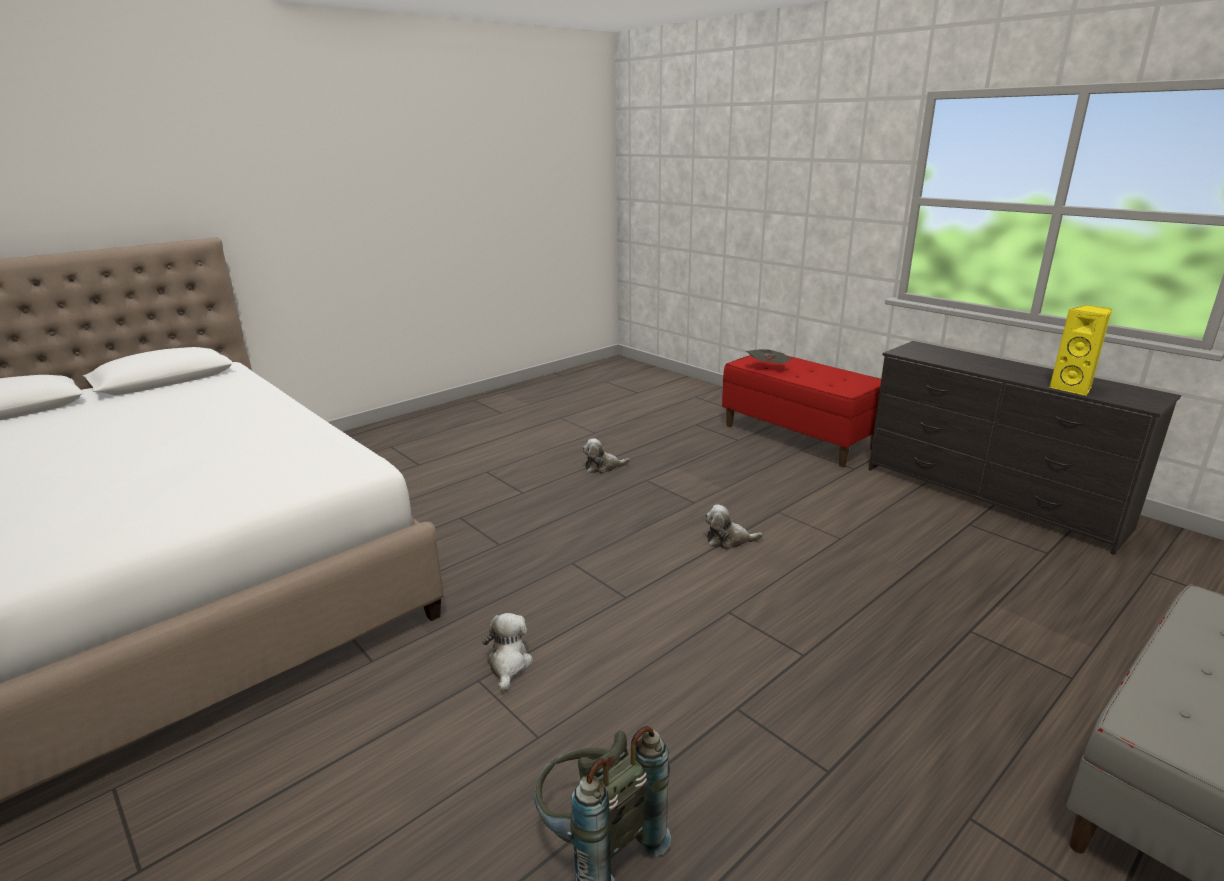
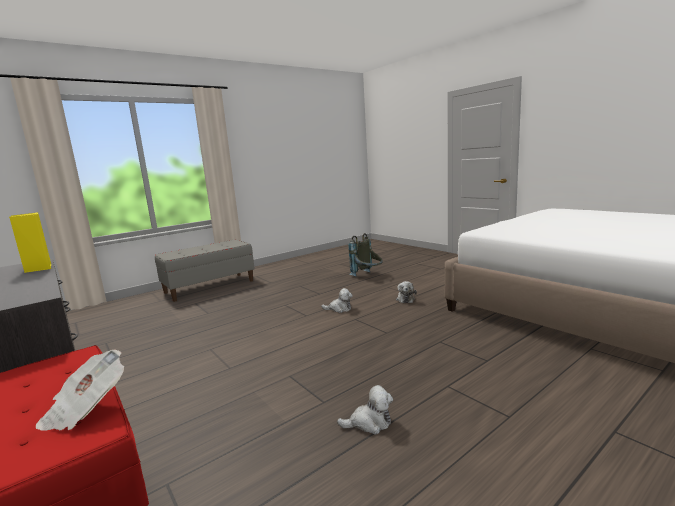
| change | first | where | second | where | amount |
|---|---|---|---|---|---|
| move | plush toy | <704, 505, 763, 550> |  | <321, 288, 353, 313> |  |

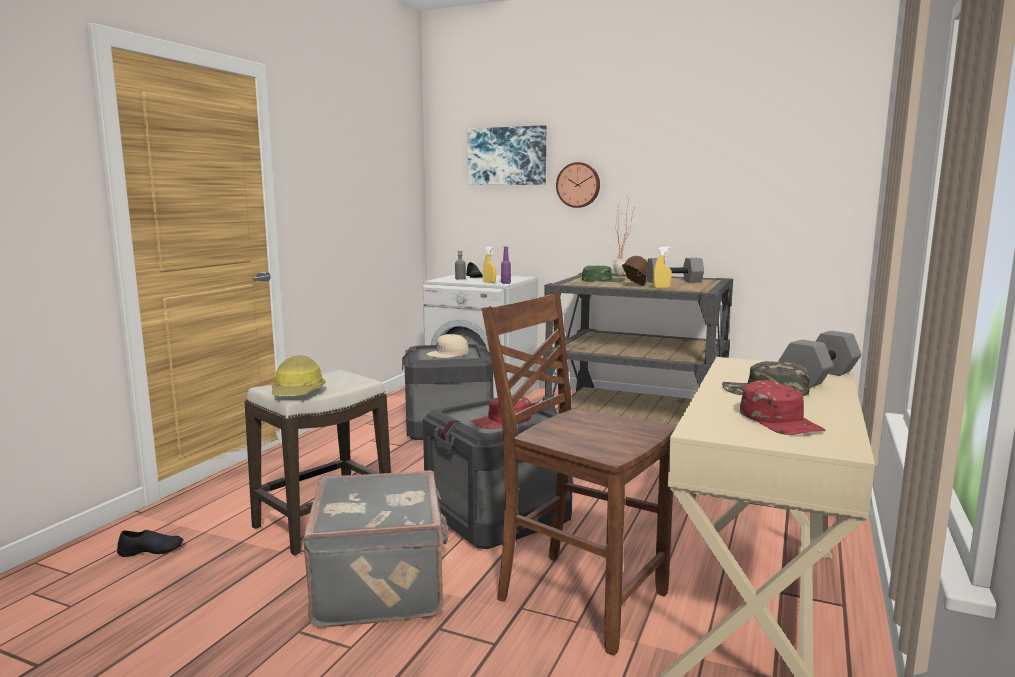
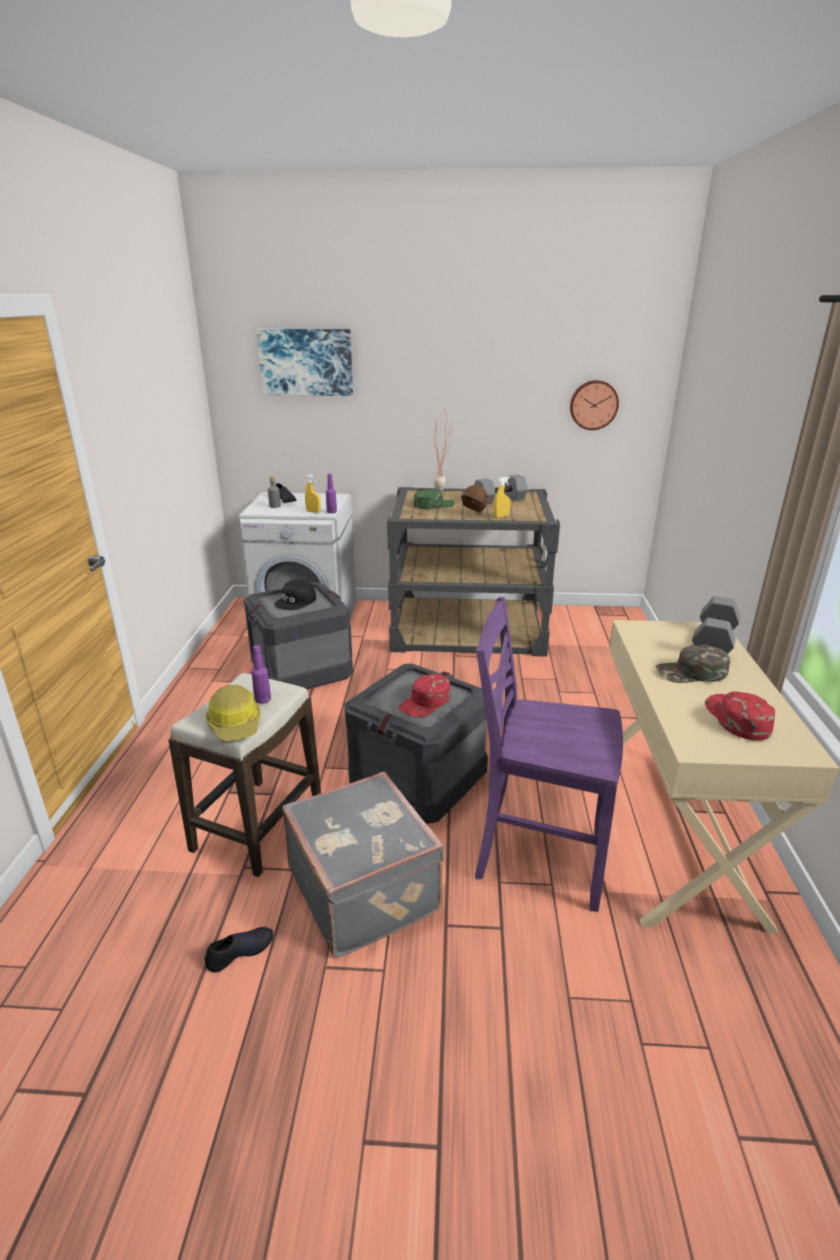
| change | first | where | second | where | amount |
|---|---|---|---|---|---|
| move | black shoe | <117, 530, 184, 557> |  | <204, 927, 273, 973> |  |
| insert |  |  | purple bottle | <251, 645, 271, 704> |  |
| recolor | beige cap | <427, 334, 469, 358> | black cap | <274, 580, 316, 610> |  |
| recolor | brown chair | <482, 292, 676, 655> | purple chair | <475, 597, 623, 912> |  |
| move | wall clock | <556, 162, 600, 208> |  | <570, 380, 619, 430> |  |
| rotate | red cap | <740, 380, 826, 435> |  | <705, 691, 775, 741> | 150 degrees counterclockwise |

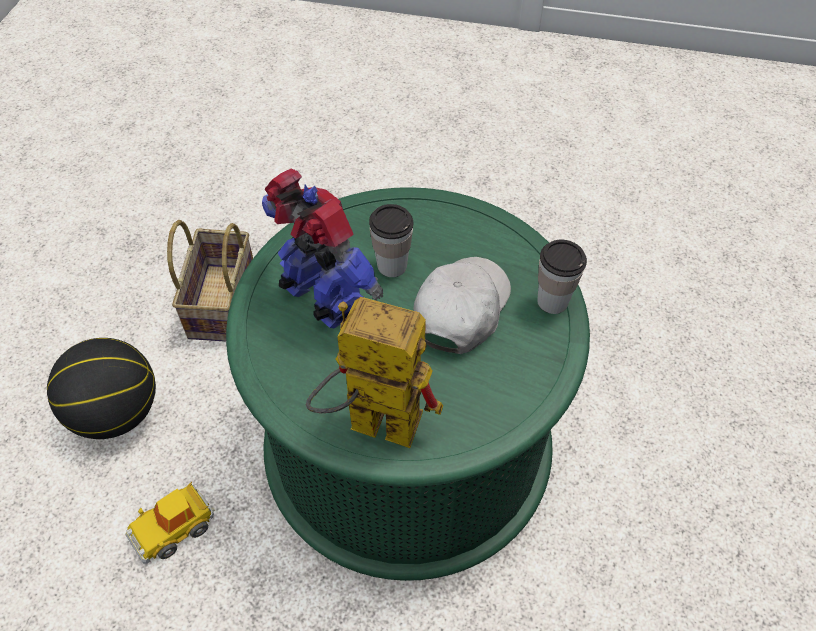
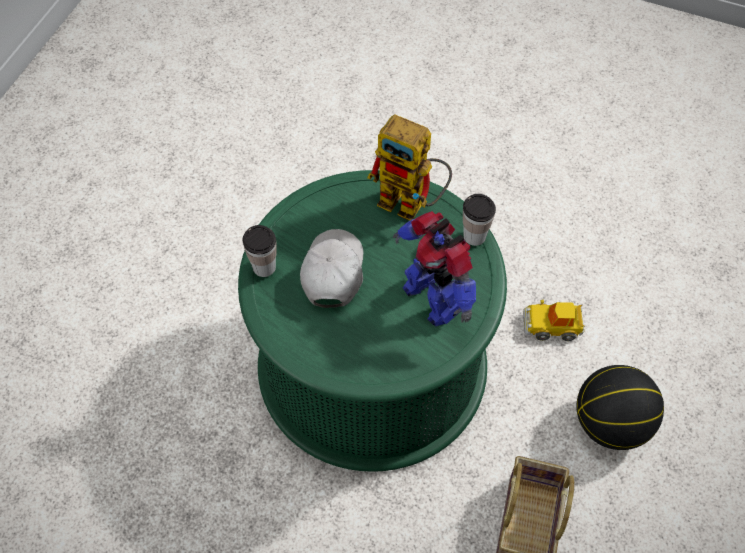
| change | first | where | second | where | amount |
|---|---|---|---|---|---|
| rotate | white cap | <414, 257, 511, 354> |  | <300, 229, 363, 308> | 150 degrees clockwise |
| move | cup | <369, 204, 413, 277> |  | <463, 194, 496, 246> |  |
| rotate | toy car | <126, 482, 214, 564> |  | <523, 300, 585, 341> | 150 degrees counterclockwise |

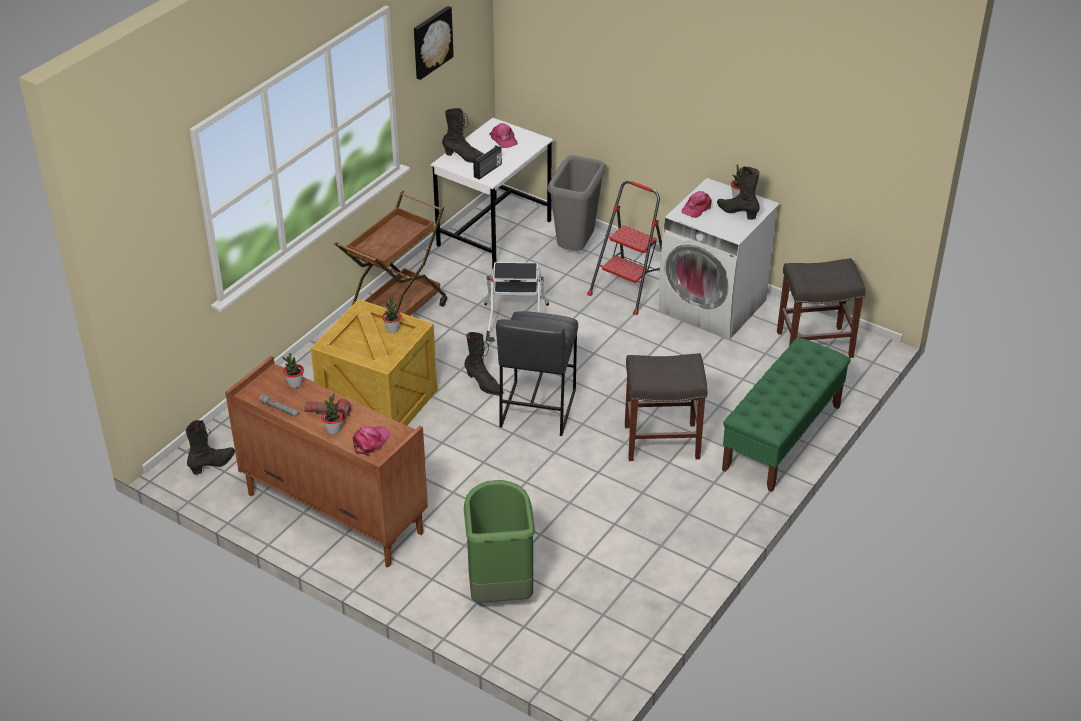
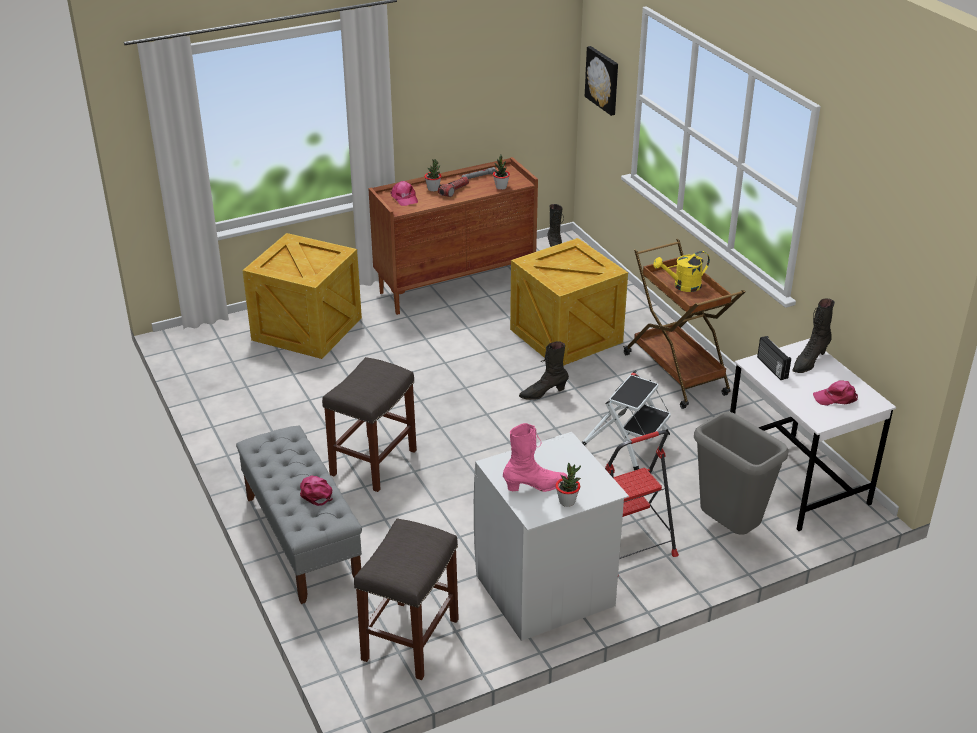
| change | first | where | second | where | amount |
|---|---|---|---|---|---|
| recolor | green bench | <722, 337, 851, 492> | grey bench | <236, 426, 362, 604> |  |
| replace | green trash can | <464, 480, 535, 603> | crate | <242, 233, 362, 359> |  |
| move | pink cap | <682, 191, 712, 218> |  | <300, 476, 333, 506> |  |
| recolor | black boot | <717, 167, 760, 220> | pink boot | <503, 423, 567, 492> |  |
| move | picture | <414, 6, 454, 80> |  | <585, 46, 618, 116> |  |
| insert |  |  | yellow watering can | <653, 251, 710, 292> |  |
| delete | potted plant | <382, 295, 401, 333> |  |  |  |
| delete | grey stool | <496, 311, 578, 436> |  |  |  |

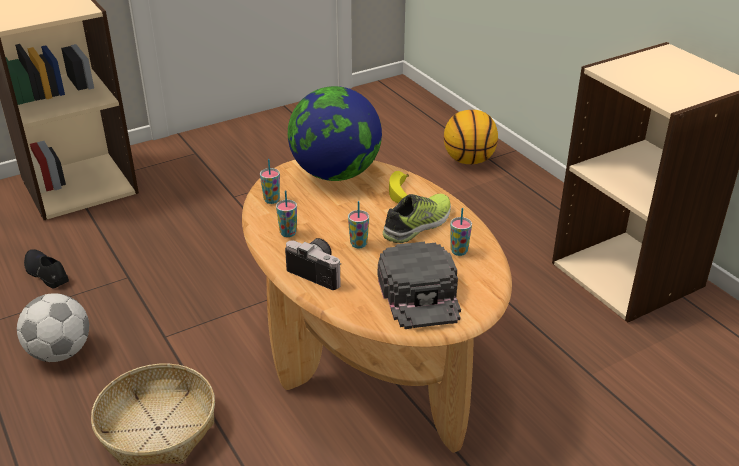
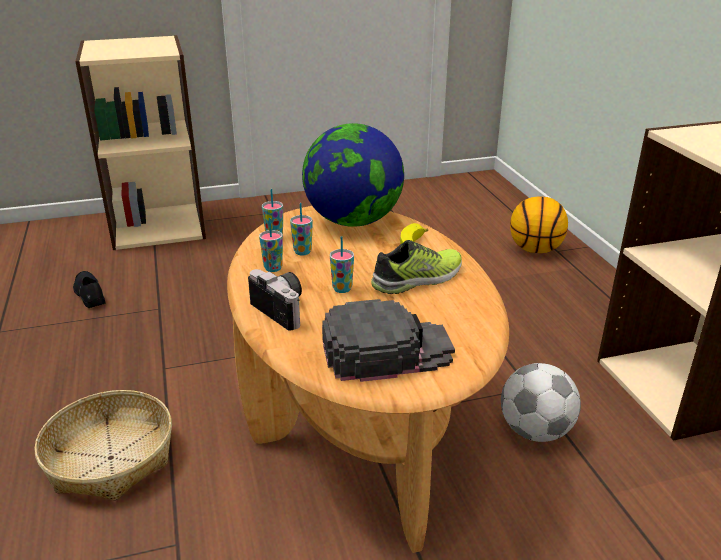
| change | first | where | second | where | amount |
|---|---|---|---|---|---|
| move | cup | <450, 208, 472, 256> |  | <290, 203, 313, 256> |  |
| rotate | black cap | <378, 242, 461, 329> |  | <322, 299, 455, 382> | 105 degrees counterclockwise |
| move | football | <17, 293, 89, 362> |  | <501, 363, 581, 442> |  |

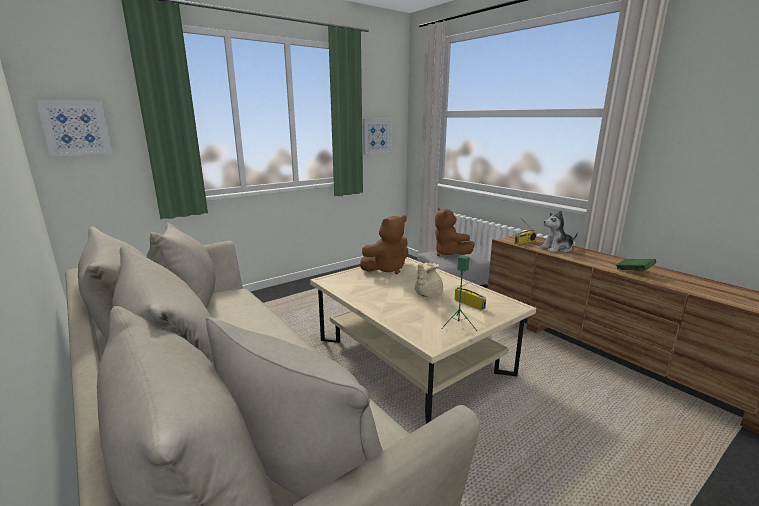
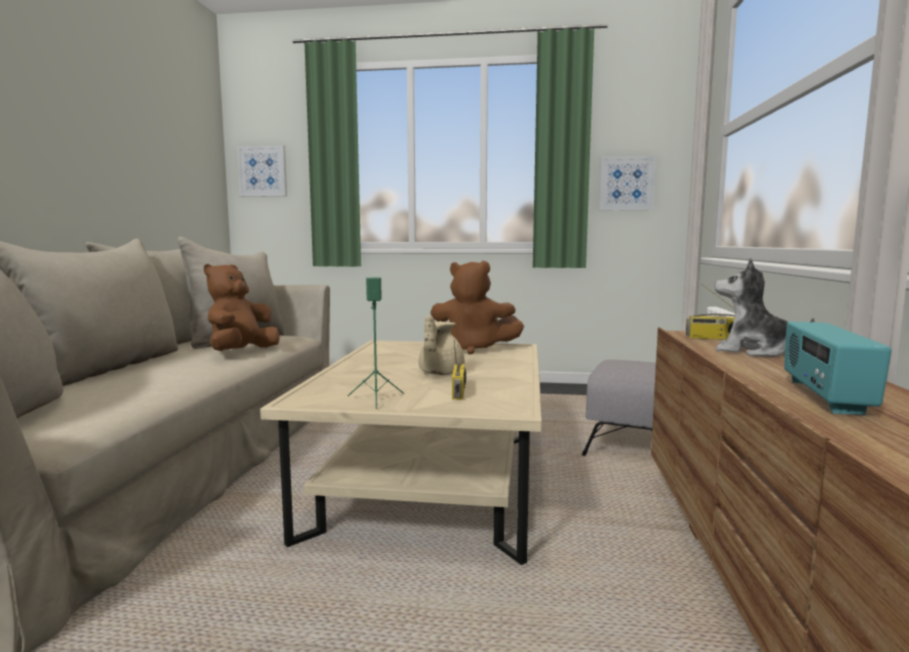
| change | first | where | second | where | amount |
|---|---|---|---|---|---|
| move | brown plush toy | <435, 208, 475, 256> |  | <204, 264, 280, 351> |  |
| rotate | beige teapot | <415, 262, 443, 297> |  | <418, 315, 465, 375> | 60 degrees counterclockwise |
| replace | green book | <616, 259, 656, 271> | radio | <784, 321, 892, 415> |  |

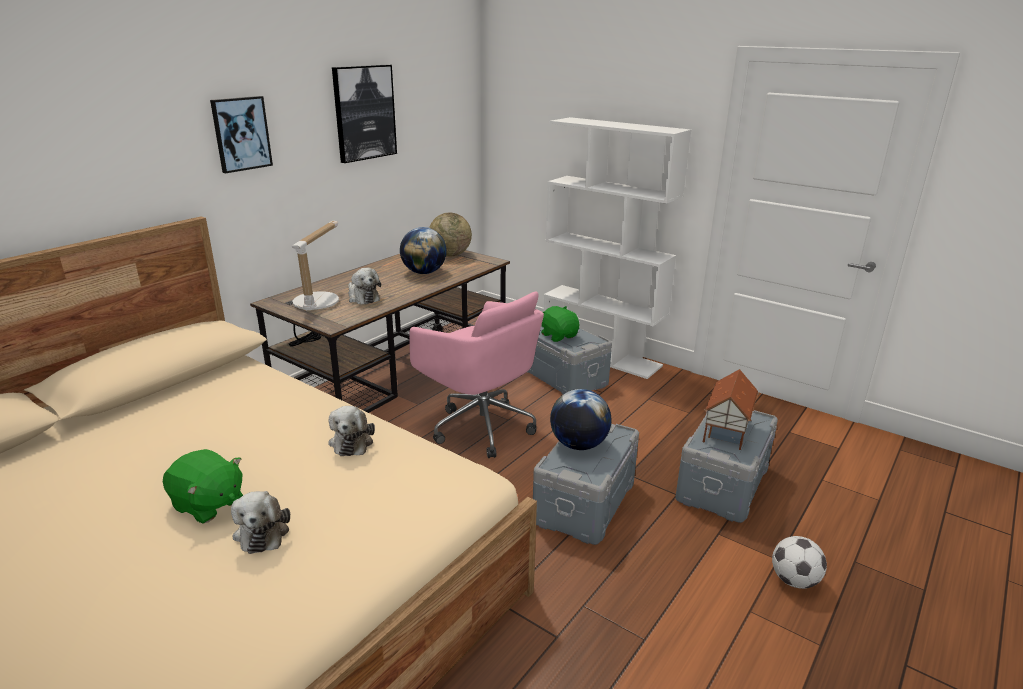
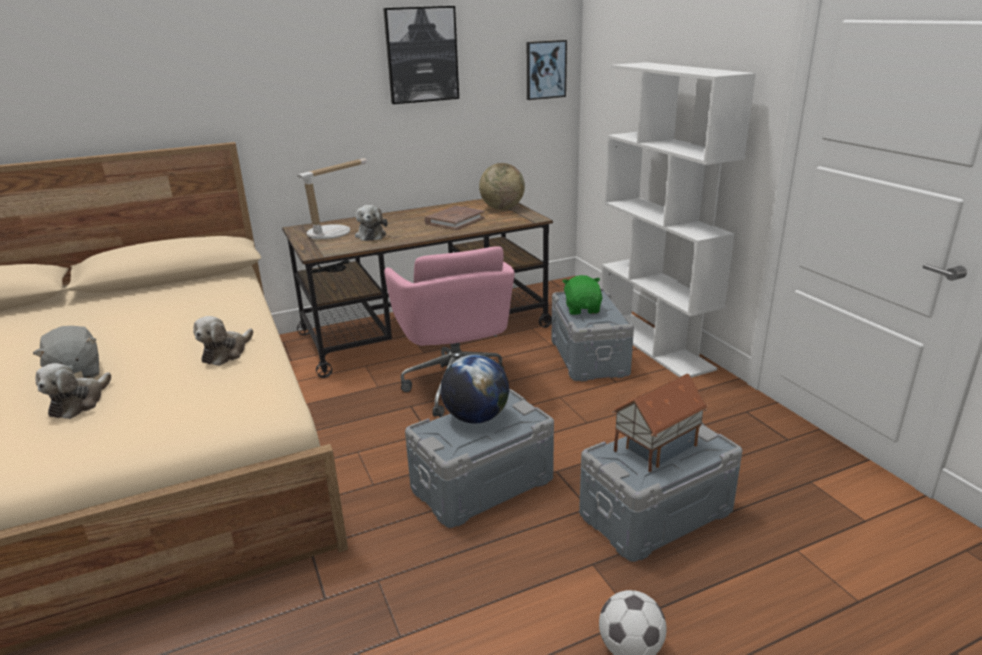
| change | first | where | second | where | amount |
|---|---|---|---|---|---|
| recolor | green plush toy | <163, 449, 243, 524> | grey plush toy | <33, 326, 99, 378> |  |
| replace | globe | <400, 227, 447, 274> | brown book | <425, 206, 485, 230> |  |
| move | picture | <210, 96, 273, 174> |  | <527, 40, 567, 100> |  |

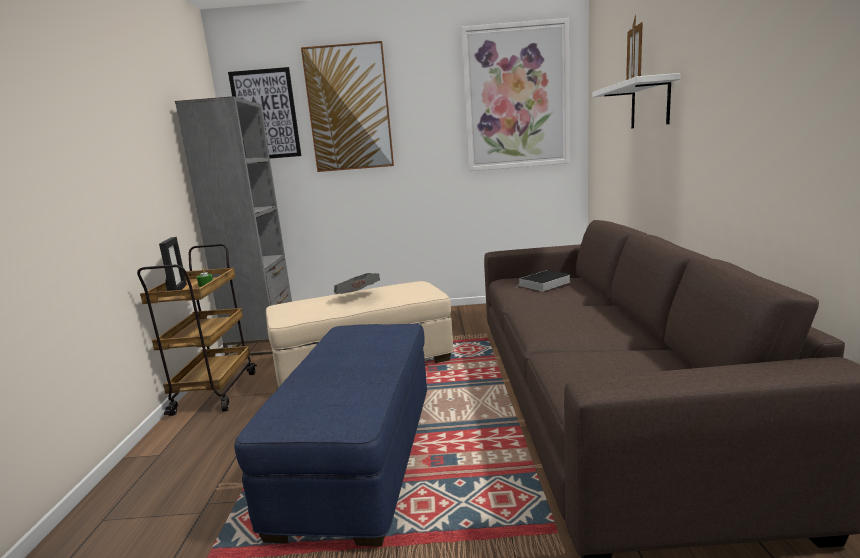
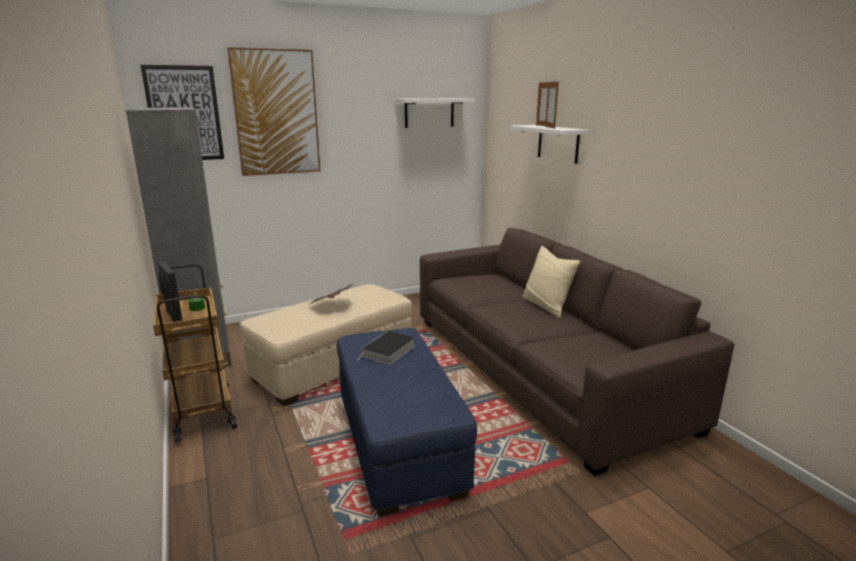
| change | first | where | second | where | amount |
|---|---|---|---|---|---|
| move | book | <515, 270, 571, 291> |  | <357, 331, 415, 365> |  |
| replace | picture | <461, 18, 570, 171> | white shelf | <395, 98, 475, 128> |  |
| insert |  |  | beige pillow | <522, 246, 580, 318> |  |

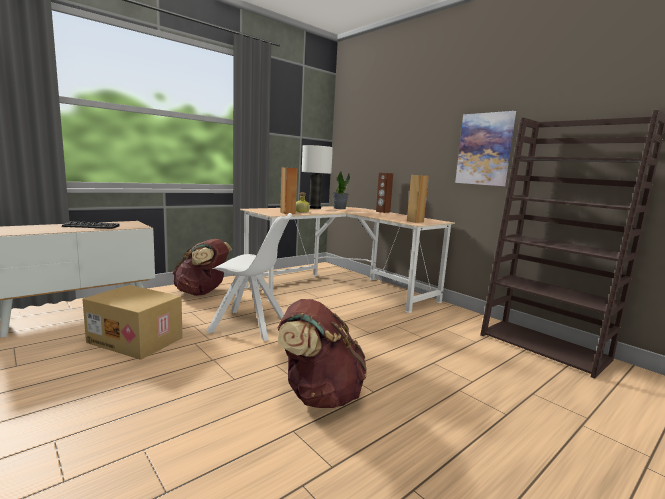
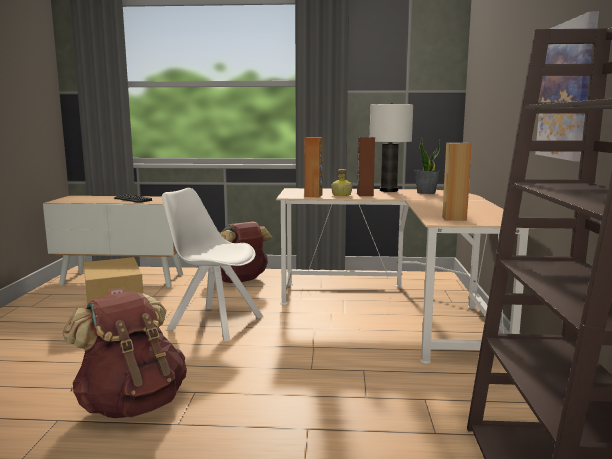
| change | first | where | second | where | amount |
|---|---|---|---|---|---|
| rotate | white chair | <206, 213, 292, 341> |  | <162, 188, 263, 341> | 150 degrees clockwise |
| move | brown speaker | <376, 173, 393, 213> |  | <357, 137, 375, 196> |  |

